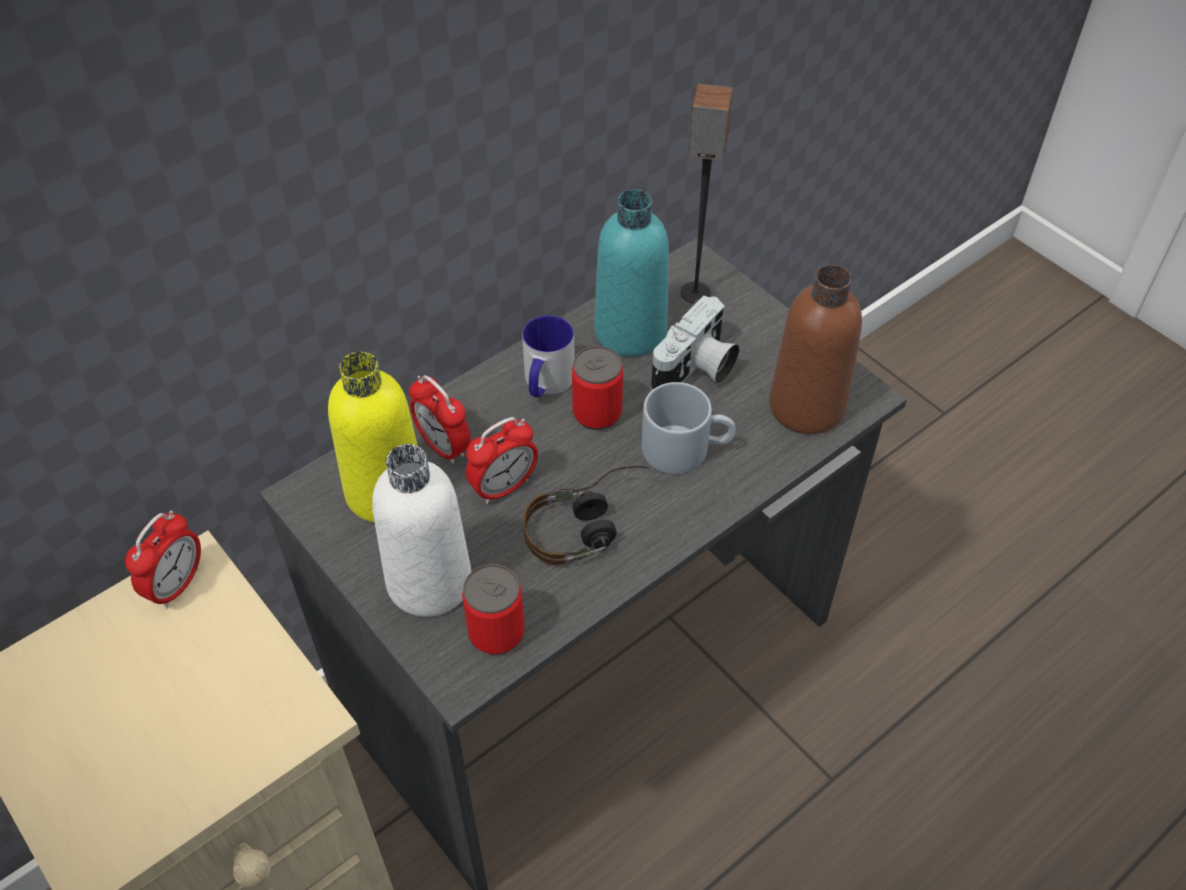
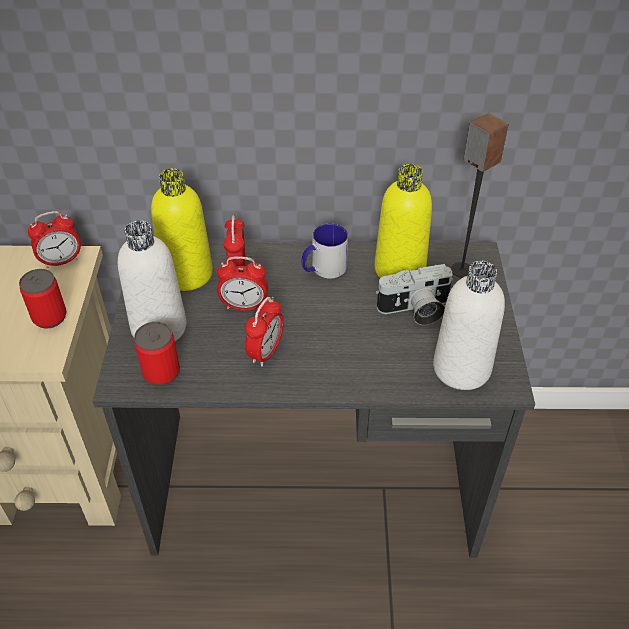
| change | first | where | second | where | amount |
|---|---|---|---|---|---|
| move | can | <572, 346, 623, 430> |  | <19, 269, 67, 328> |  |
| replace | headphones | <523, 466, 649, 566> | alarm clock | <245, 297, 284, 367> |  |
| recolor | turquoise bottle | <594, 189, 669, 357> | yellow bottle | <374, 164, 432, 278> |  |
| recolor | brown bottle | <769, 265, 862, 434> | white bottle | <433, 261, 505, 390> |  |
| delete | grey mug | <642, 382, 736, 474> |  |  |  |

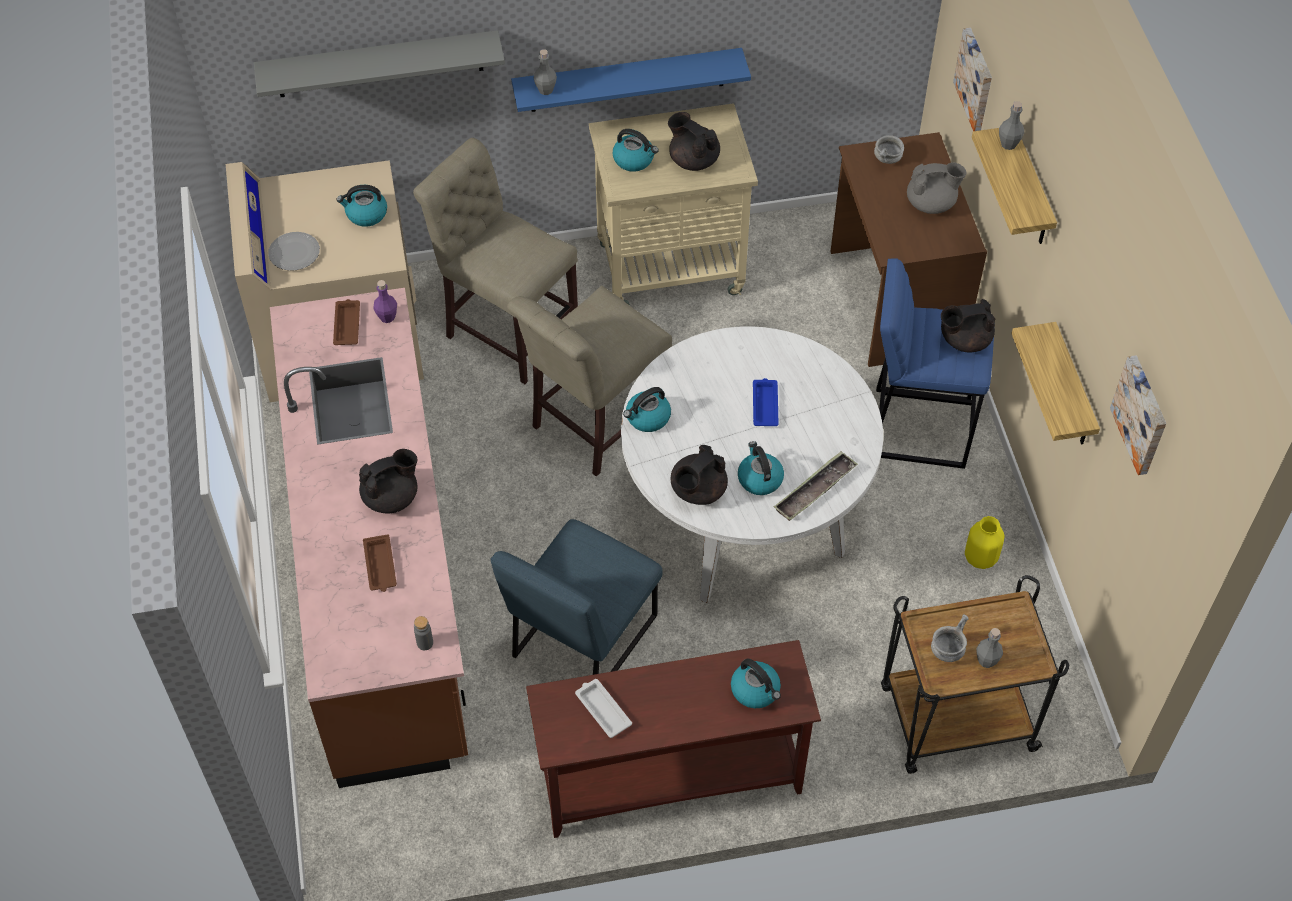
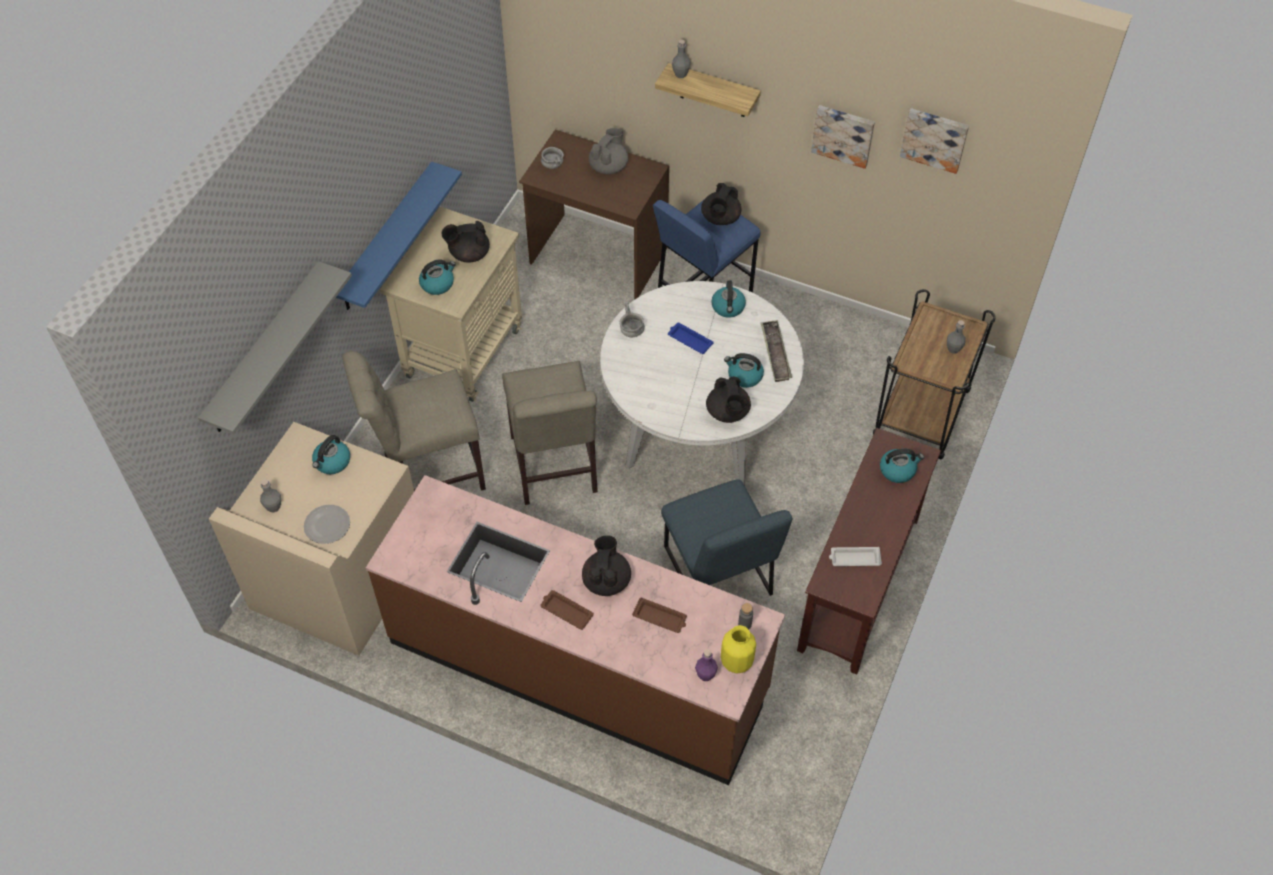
| change | first | where | second | where | amount |
|---|---|---|---|---|---|
| move | grey bottle | <534, 49, 557, 95> |  | <260, 479, 281, 513> |  |
| move | brown tray | <333, 299, 360, 345> |  | <540, 590, 594, 630> |  |
| move | grey bowl | <931, 614, 969, 662> |  | <620, 302, 645, 337> |  |
| move | purple bottle | <373, 280, 397, 323> |  | <695, 649, 718, 681> |  |
| move | kettle | <623, 387, 671, 432> |  | <711, 280, 746, 318> |  |
| move | yellow vase | <965, 516, 1004, 569> |  | <721, 625, 756, 673> |  |
| move | picture | <953, 28, 992, 131> |  | <811, 105, 875, 169> |  |
| delete | shelf | <1011, 322, 1100, 444> |  |  |  |

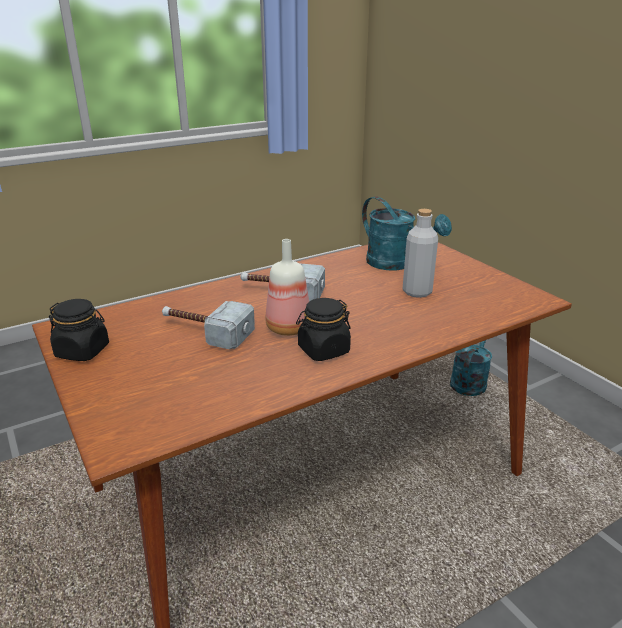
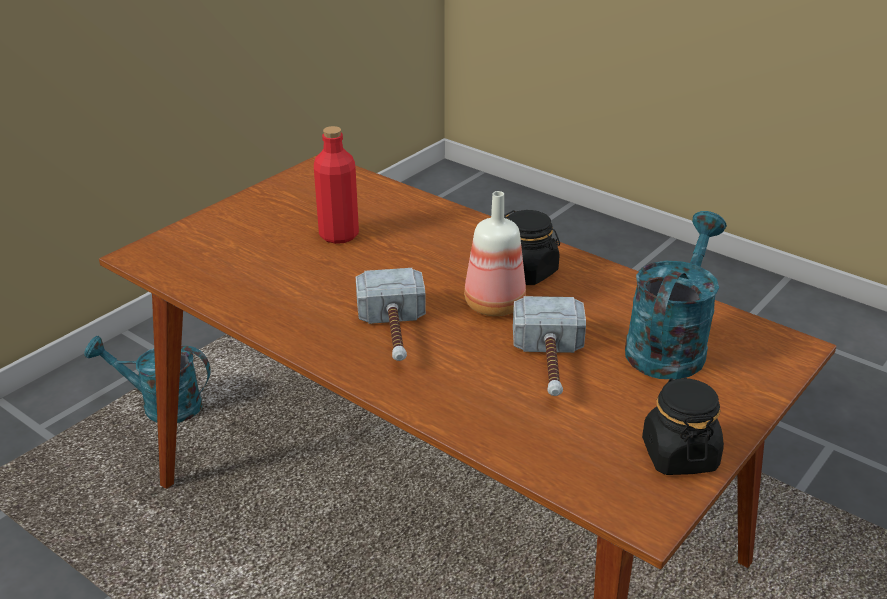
| change | first | where | second | where | amount |
|---|---|---|---|---|---|
| recolor | grey bottle | <402, 209, 438, 298> | red bottle | <314, 126, 359, 244> |  |
| move | turquoise watering can | <362, 196, 452, 271> |  | <625, 211, 727, 380> |  |

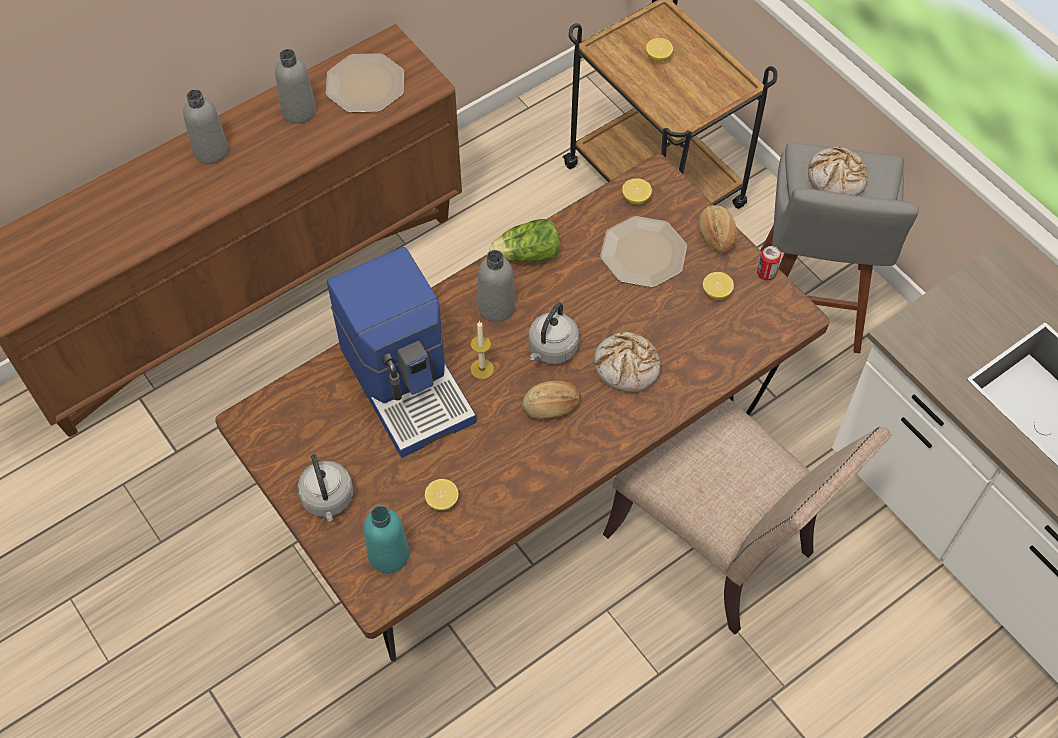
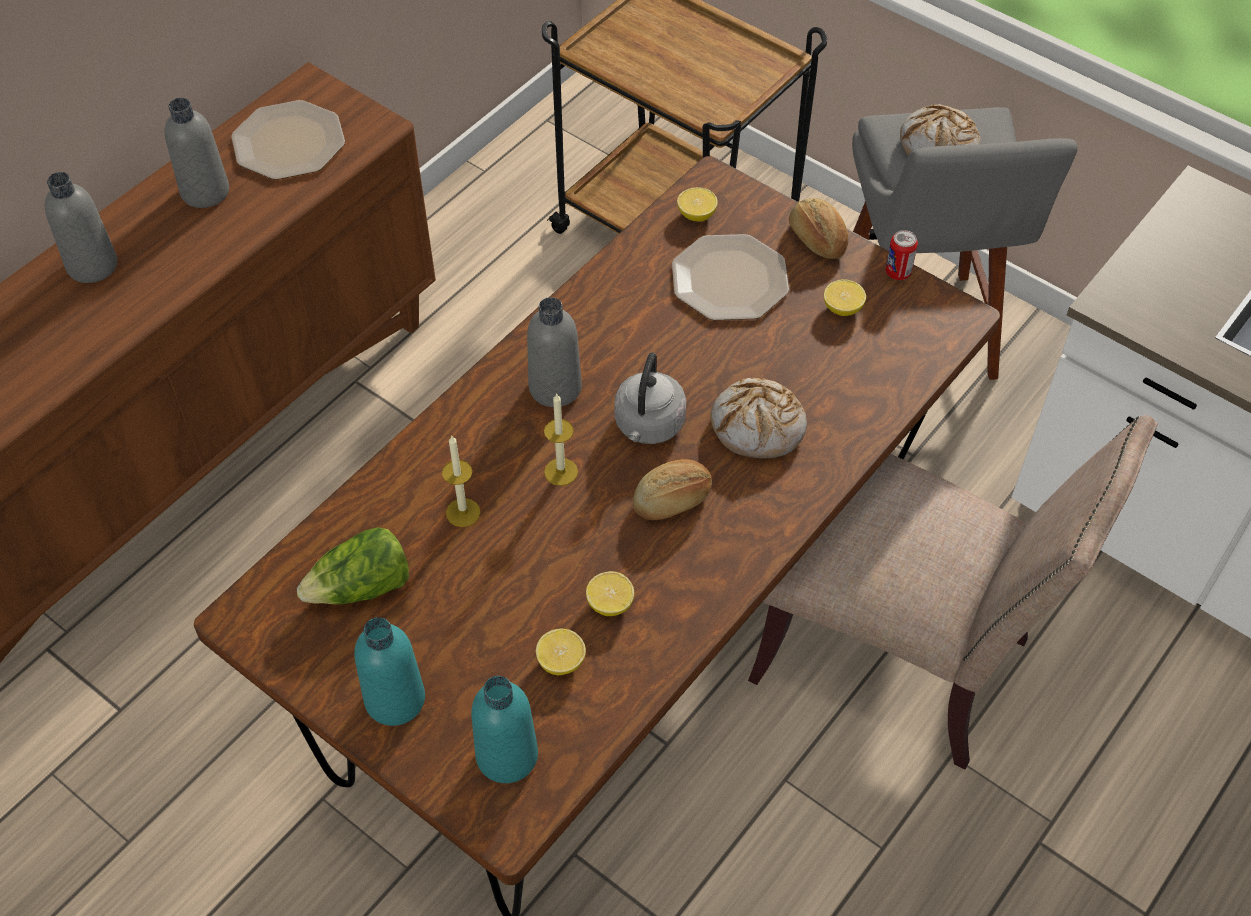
| change | first | where | second | where | amount |
|---|---|---|---|---|---|
| move | lettuce | <489, 219, 560, 262> |  | <297, 527, 409, 604> |  |
| replace | grey kettle | <298, 454, 354, 522> | turquoise bottle | <354, 617, 425, 726> |  |
| replace | coffee machine | <327, 247, 477, 458> | candle | <442, 436, 480, 527> |  |
| move | lemon | <646, 38, 673, 62> |  | <586, 571, 634, 616> |  |

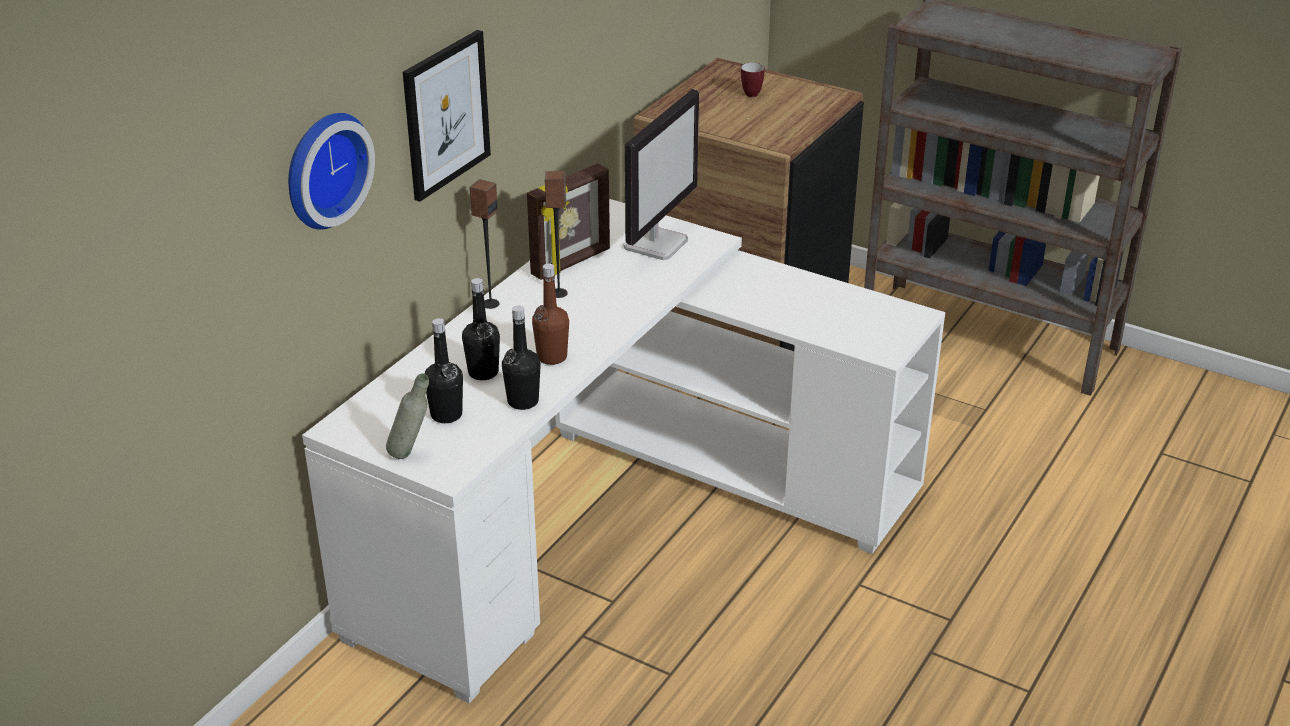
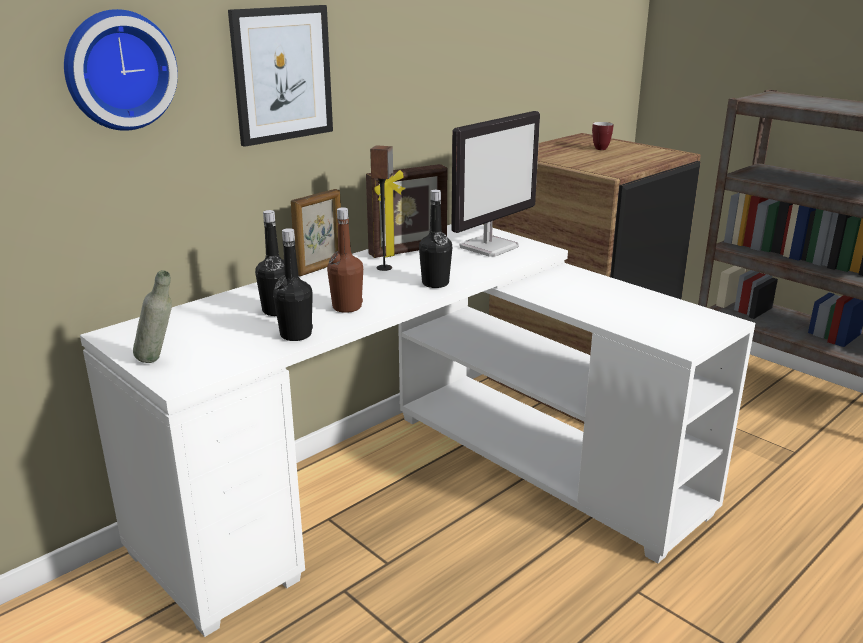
| change | first | where | second | where | amount |
|---|---|---|---|---|---|
| replace | speaker | <469, 179, 500, 309> | picture frame | <291, 189, 341, 276> |  |
| move | black bottle | <425, 318, 463, 423> |  | <419, 190, 452, 288> |  |

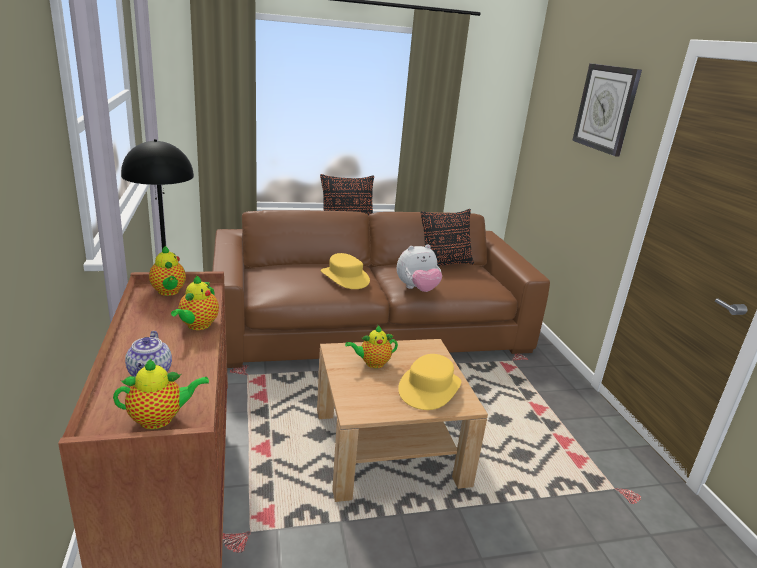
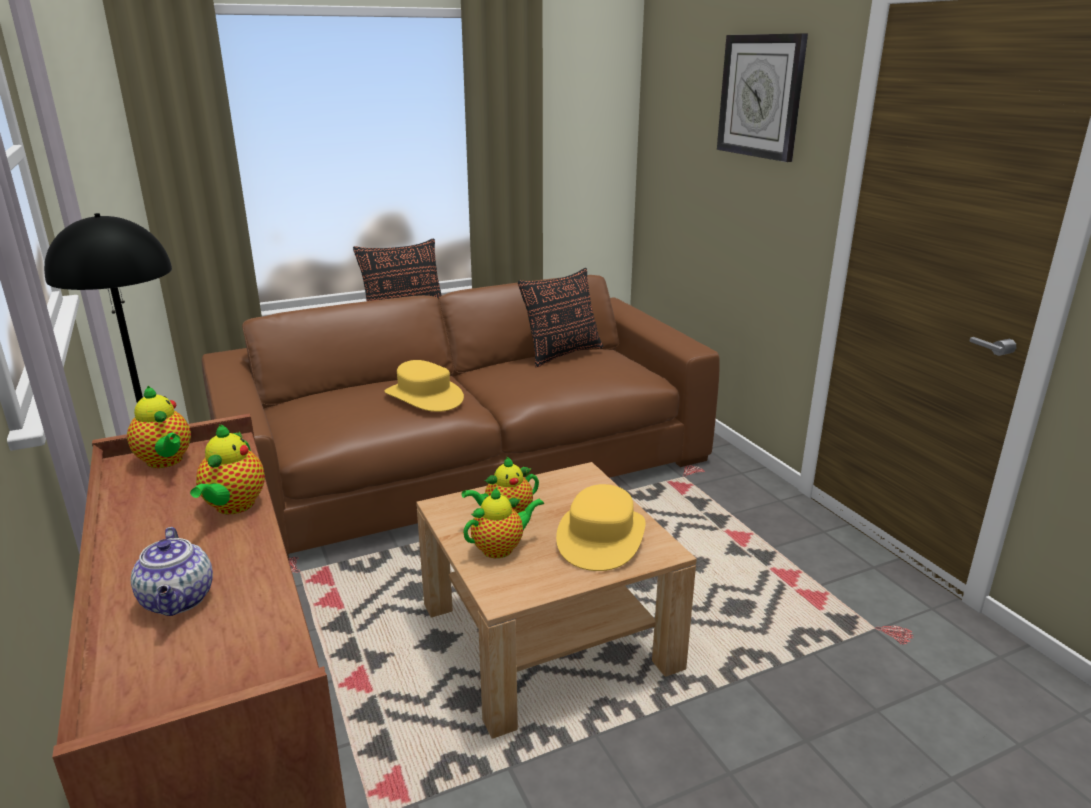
| change | first | where | second | where | amount |
|---|---|---|---|---|---|
| move | teapot | <113, 359, 209, 429> |  | <463, 487, 544, 558> |  |
| delete | plush toy | <397, 244, 442, 292> |  |  |  |

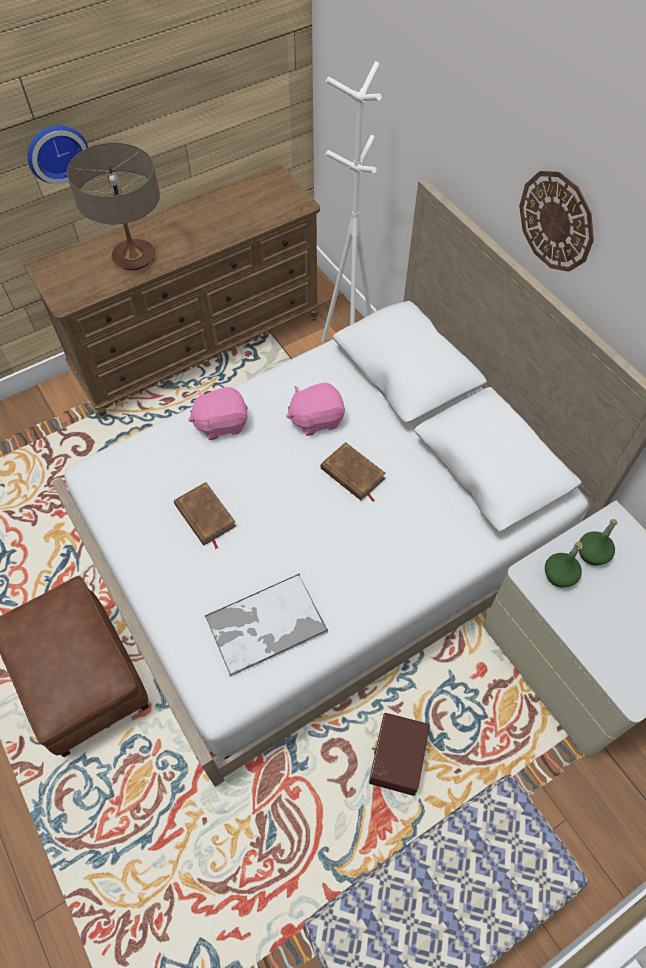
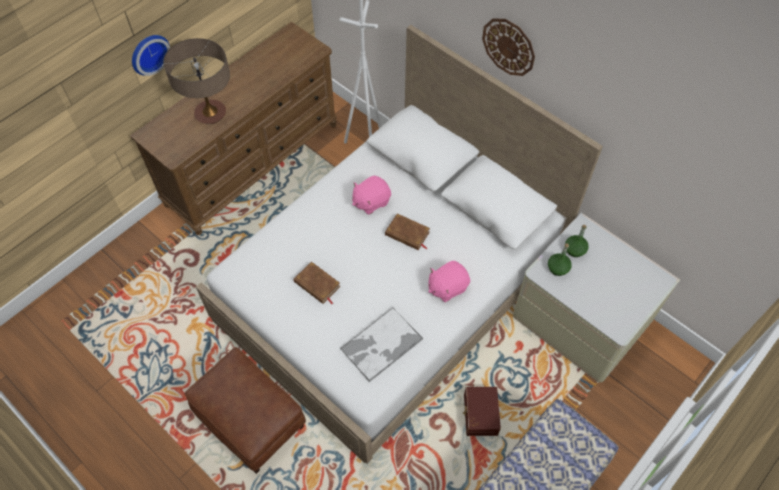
| change | first | where | second | where | amount |
|---|---|---|---|---|---|
| move | pink plush toy | <188, 387, 248, 440> |  | <428, 261, 470, 302> |  |

